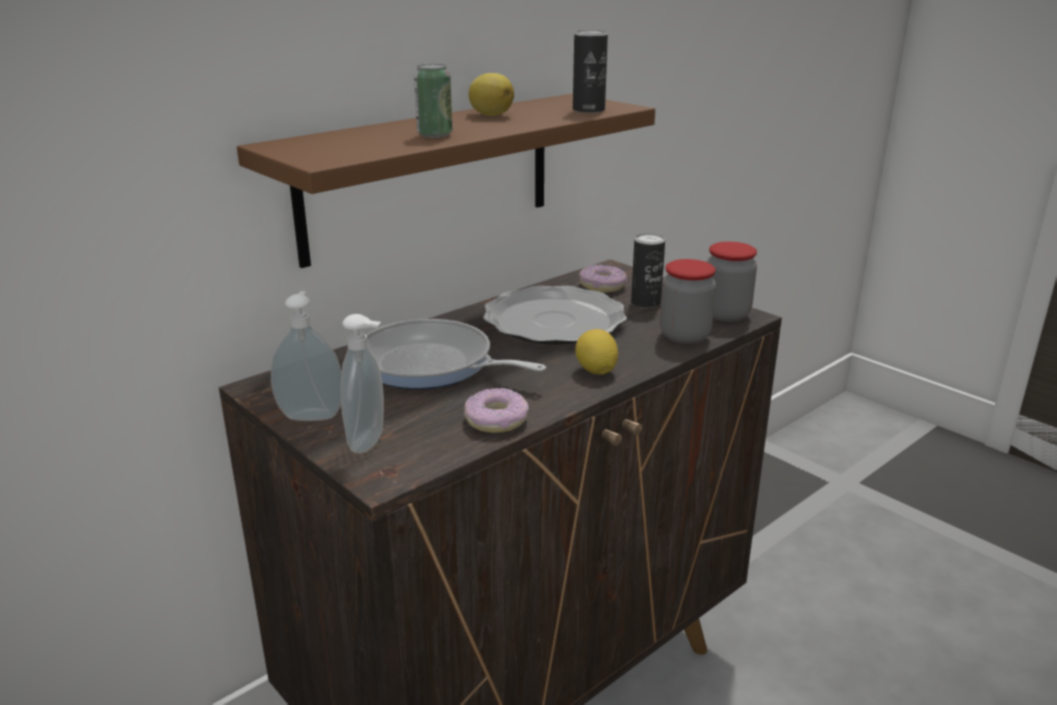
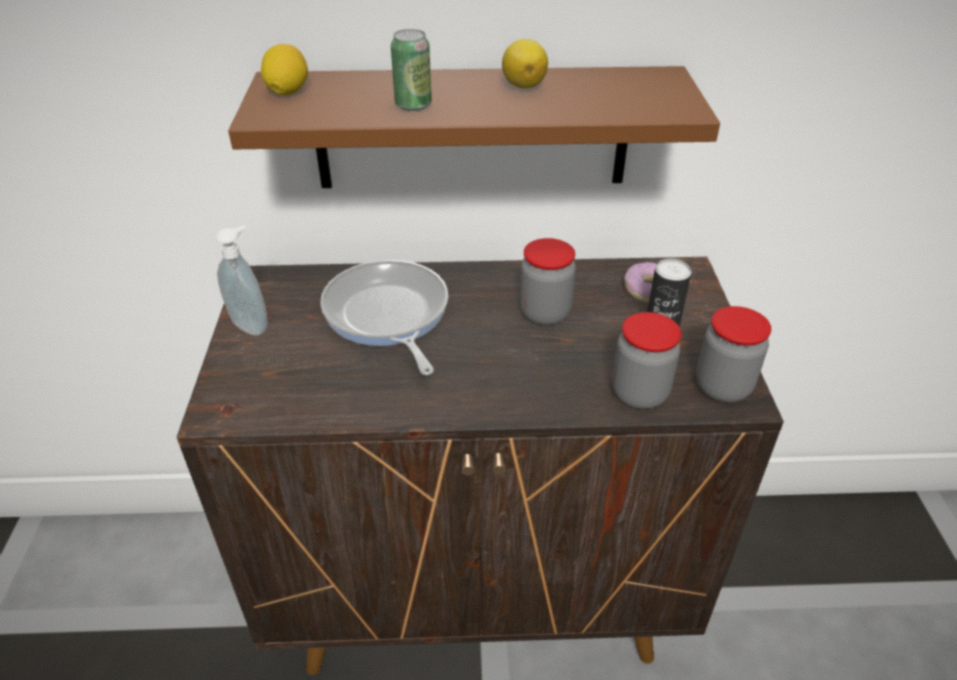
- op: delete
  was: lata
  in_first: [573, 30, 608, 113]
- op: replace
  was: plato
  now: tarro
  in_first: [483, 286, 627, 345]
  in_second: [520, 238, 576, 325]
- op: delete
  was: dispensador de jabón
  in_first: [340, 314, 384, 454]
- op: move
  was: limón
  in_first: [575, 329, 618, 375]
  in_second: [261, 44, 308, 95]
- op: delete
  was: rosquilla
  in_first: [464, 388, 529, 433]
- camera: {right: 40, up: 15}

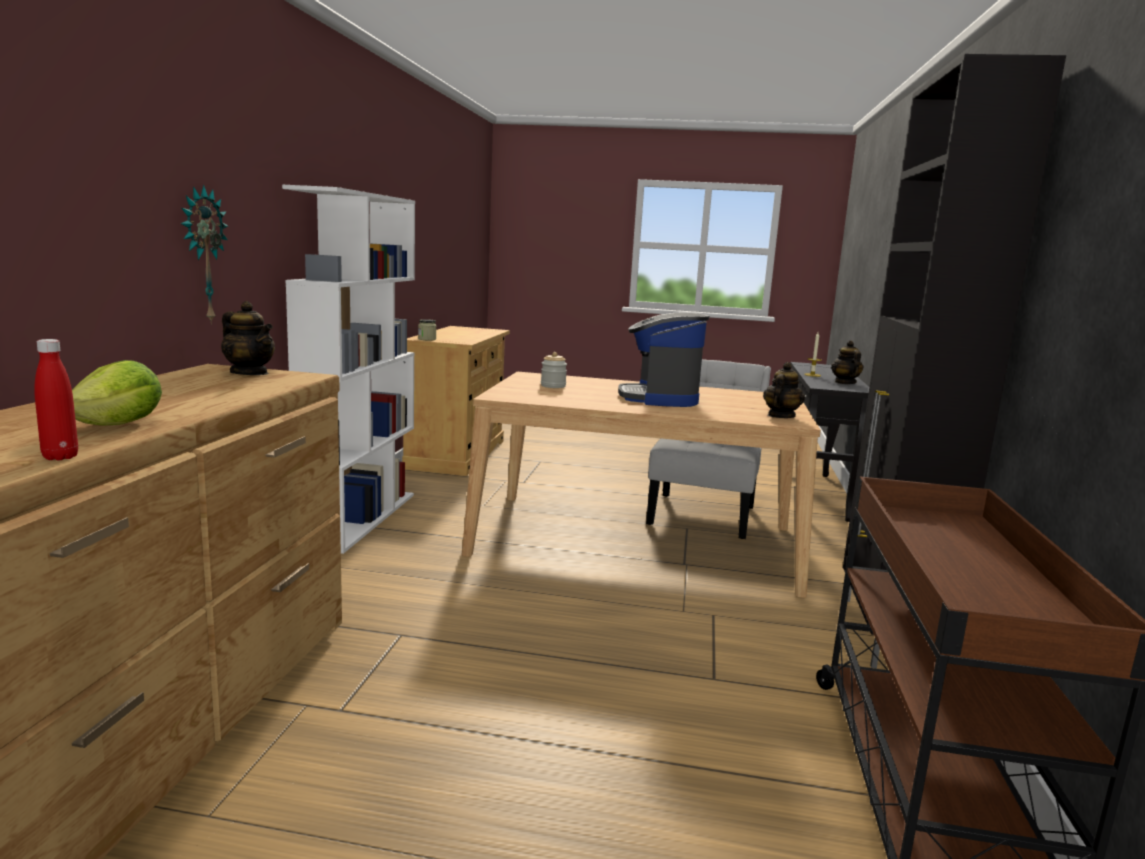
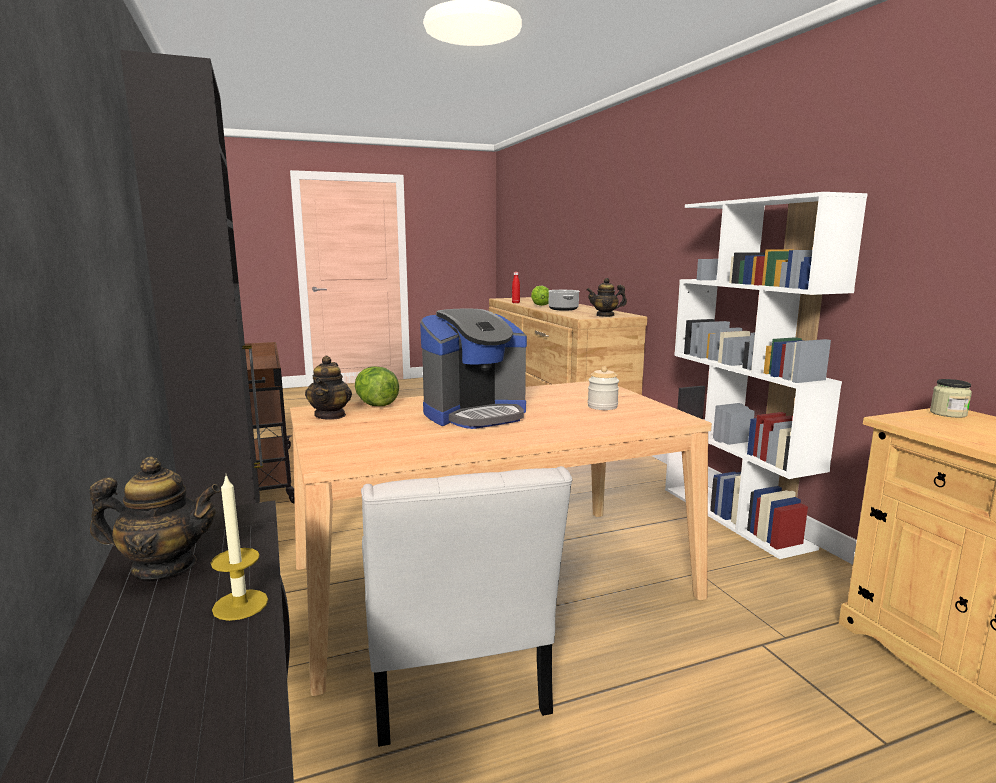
- op: delete
  was: reloj de pared
  in_first: [180, 185, 228, 324]
- op: rotate
  was: cafetera
  in_first: [618, 312, 709, 407]
  in_second: [420, 309, 527, 429]
  clockwise: 90
- op: rotate
  was: tetera
  in_first: [831, 340, 864, 384]
  in_second: [90, 457, 221, 579]
  clockwise: -60
- op: insert
  now: olla
  in_second: [548, 290, 580, 311]
- op: insert
  now: lechuga
  in_second: [355, 366, 399, 406]
- camera: {right: 150, up: 0}

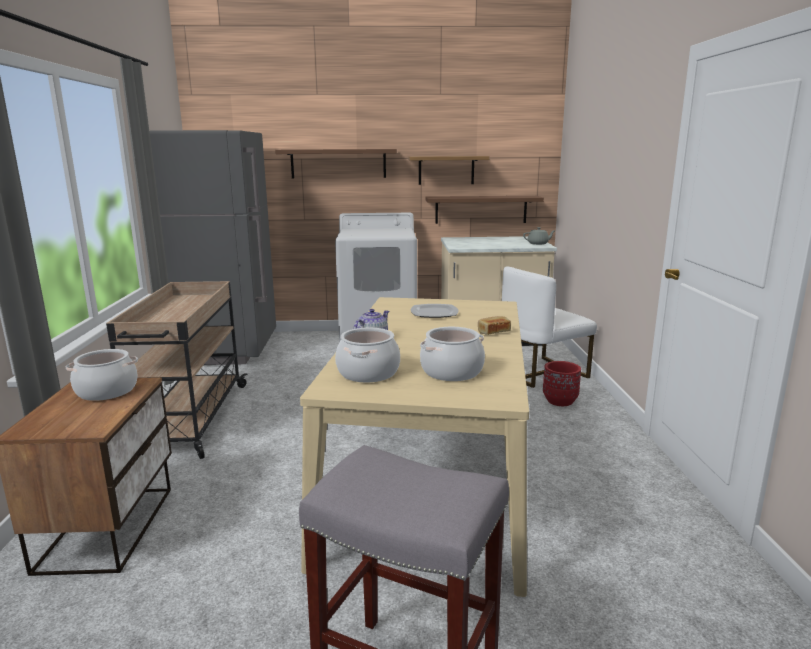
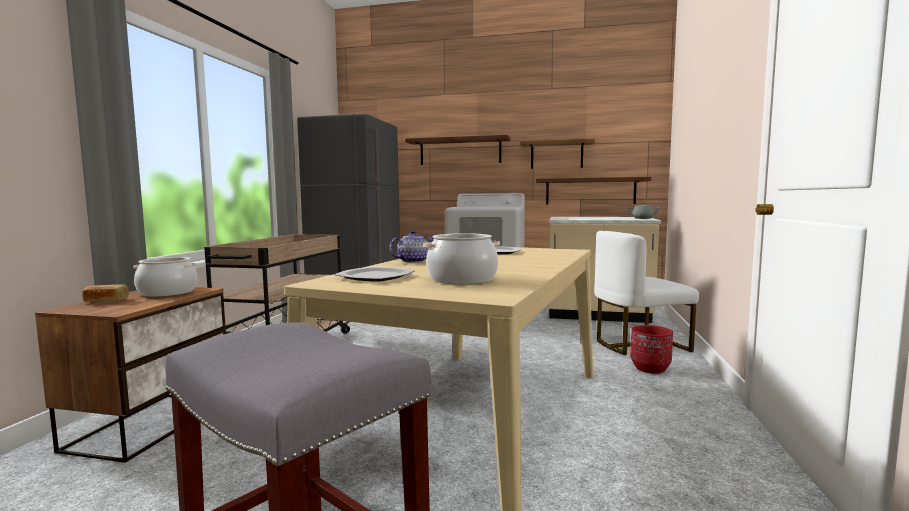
- op: move
  was: pan
  in_first: [478, 316, 511, 335]
  in_second: [82, 284, 129, 302]
- op: replace
  was: olla
  now: plato
  in_first: [335, 328, 400, 382]
  in_second: [334, 267, 415, 282]
- camera: {right: 15, up: -10}

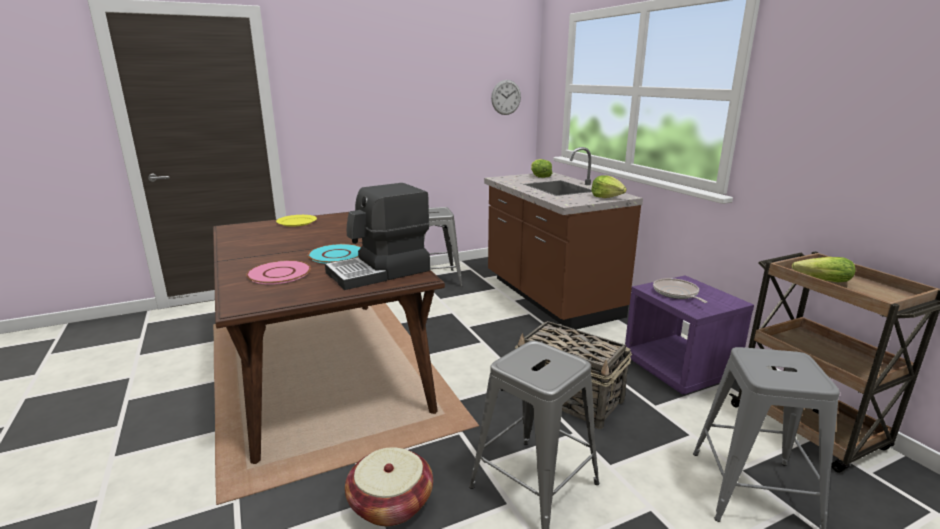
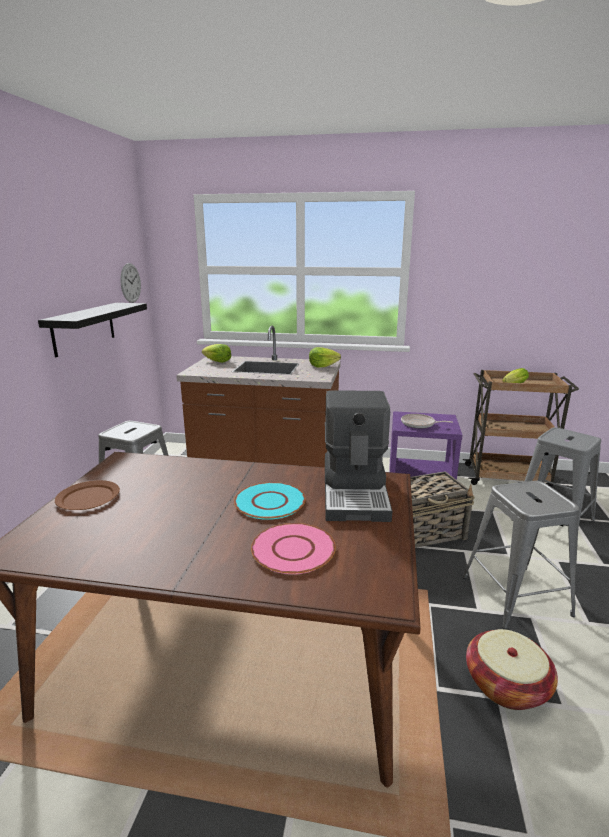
- op: recolor
  was: plato/amarillo
  now: plato/marrón
  in_first: [276, 215, 317, 227]
  in_second: [55, 480, 120, 510]
- op: insert
  now: estante/negro
  in_second: [38, 303, 147, 357]
- camera: {right: -55, up: 0}

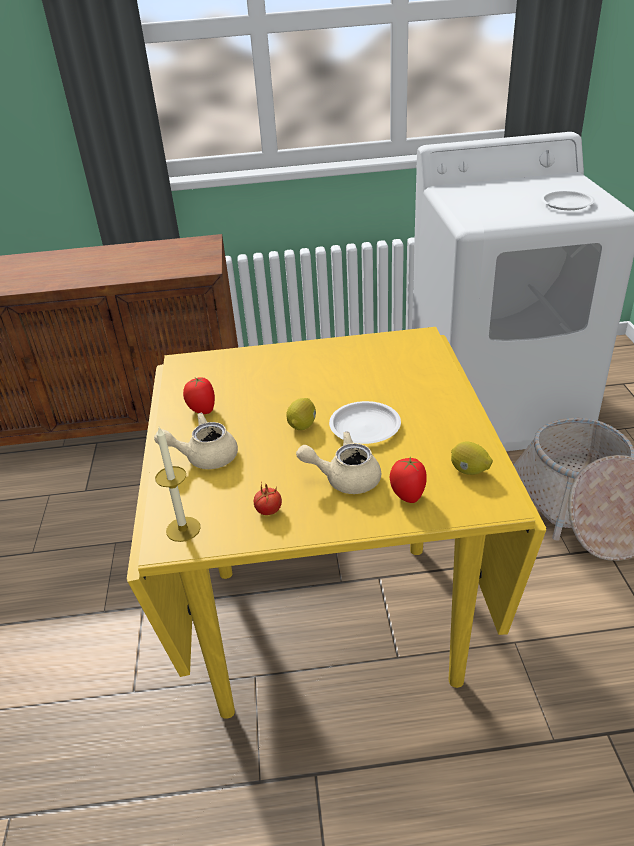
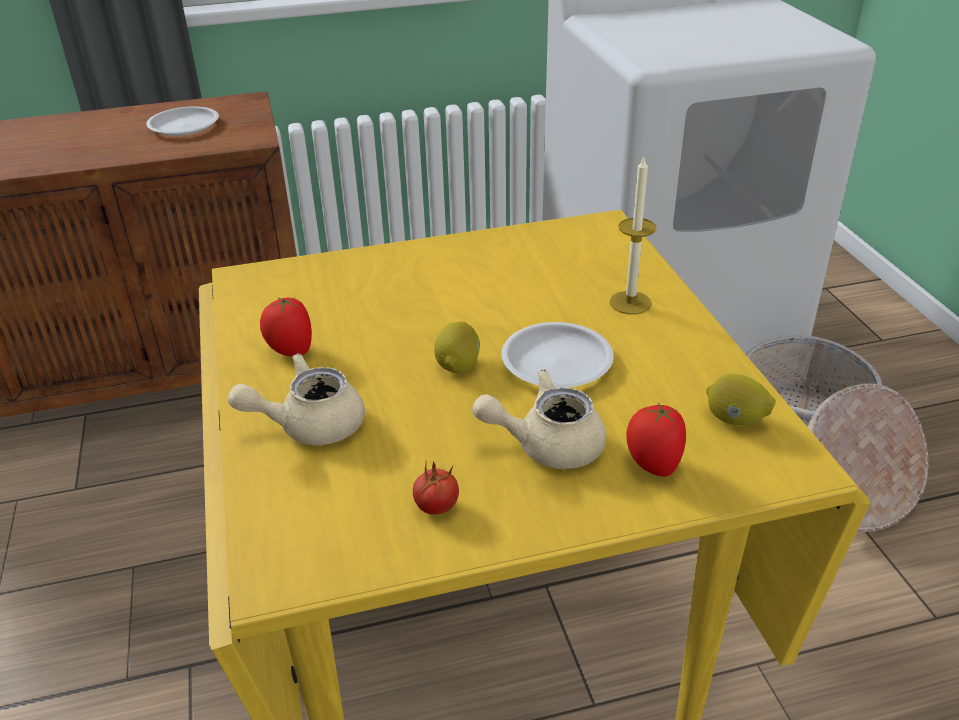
- op: move
  was: plato/blanco
  in_first: [541, 191, 595, 210]
  in_second: [146, 106, 219, 136]
- op: move
  was: vela
  in_first: [155, 427, 201, 542]
  in_second: [609, 155, 657, 314]
- camera: {right: -10, up: 0}

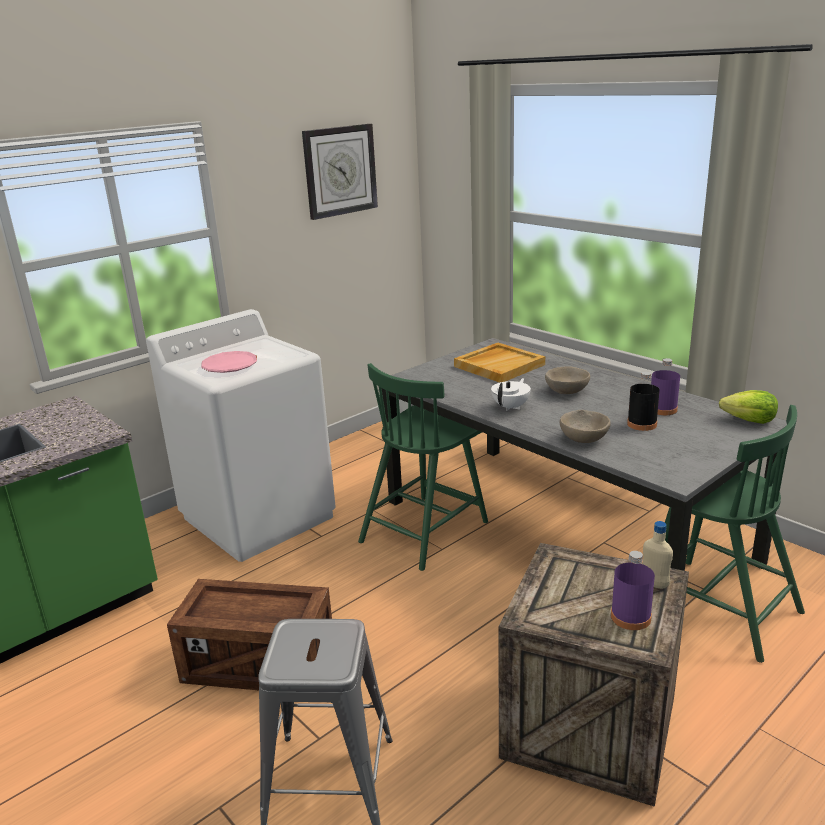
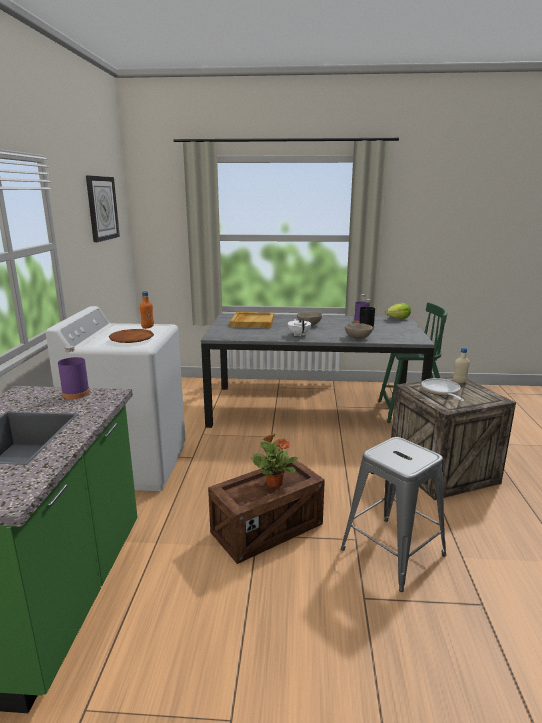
- op: recolor
  was: plato/rosa
  now: plato/marrón
  in_first: [201, 351, 257, 373]
  in_second: [109, 329, 154, 343]
- op: delete
  was: silla/verde
  in_first: [358, 363, 488, 571]
- op: move
  was: botella/morado
  in_first: [611, 551, 655, 630]
  in_second: [58, 346, 90, 399]
- op: insert
  now: botella/naranja
  in_second: [140, 291, 154, 329]
- op: insert
  now: sartén
  in_second: [422, 378, 465, 402]
- op: insert
  now: planta en maceta
  in_second: [251, 434, 298, 488]
- camera: {right: -45, up: -5}

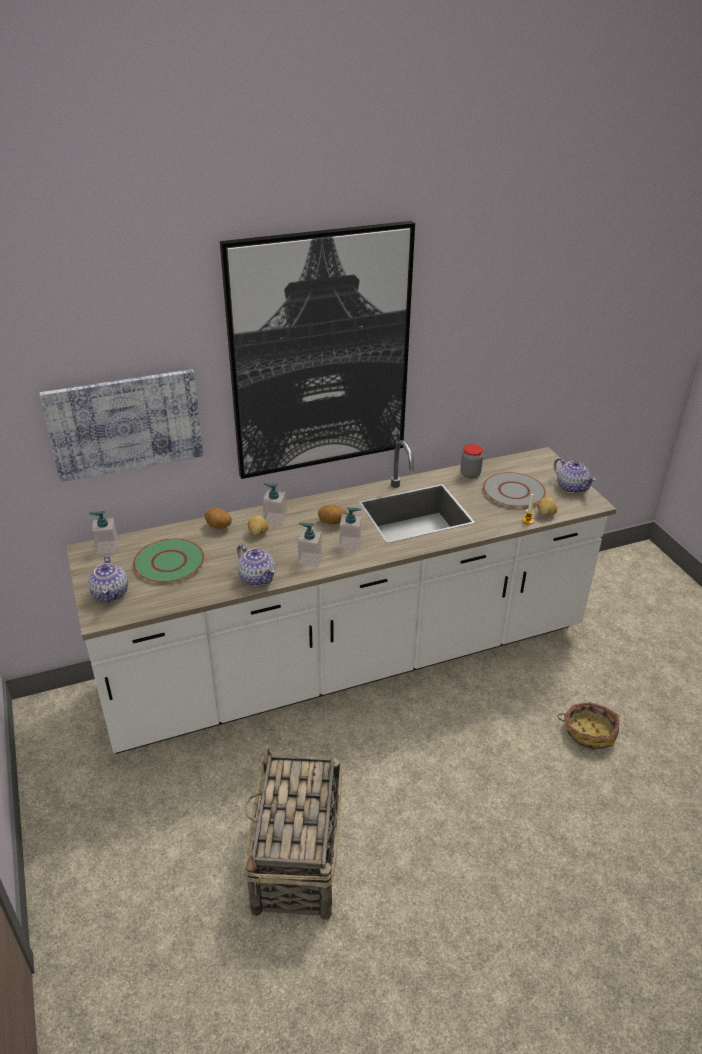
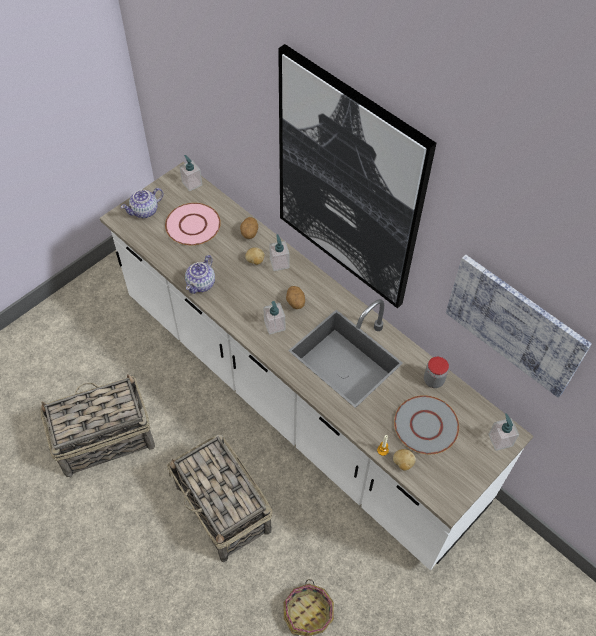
- op: move
  was: cuadro
  in_first: [39, 369, 203, 482]
  in_second: [446, 255, 592, 398]
- op: delete
  was: tetera
  in_first: [554, 458, 596, 493]
- op: move
  was: dispensador de jabón
  in_first: [298, 523, 322, 567]
  in_second: [488, 413, 519, 451]
- op: recolor
  was: plato/verde
  now: plato/rosa
  in_first: [133, 538, 204, 583]
  in_second: [165, 203, 221, 245]
- op: insert
  now: cesta
  in_second: [167, 434, 272, 562]
- camera: {right: 65, up: 20}

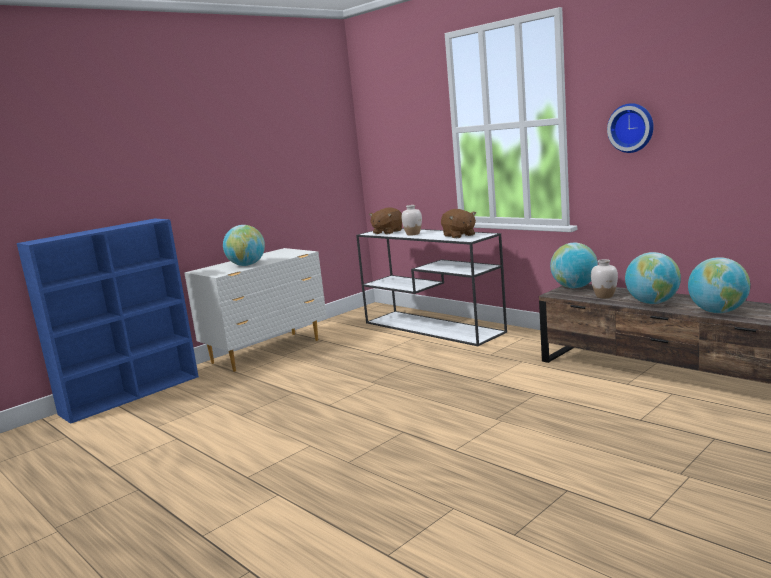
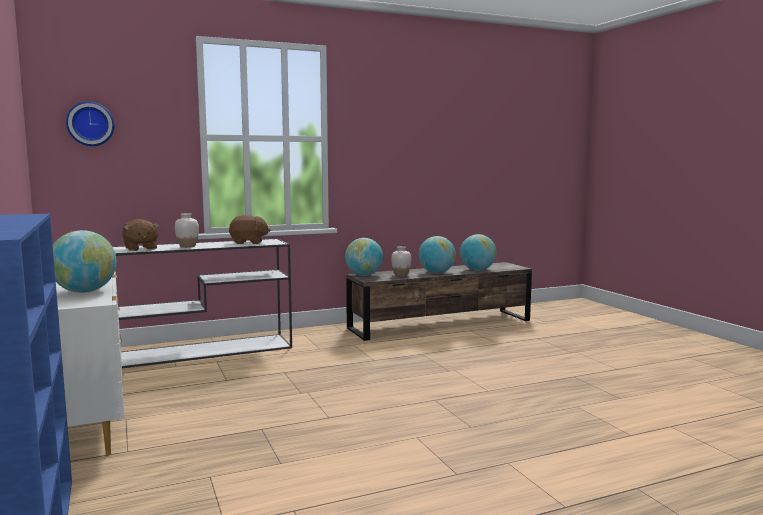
- op: move
  was: reloj de pared
  in_first: [607, 103, 654, 153]
  in_second: [66, 101, 114, 146]
- camera: {right: -70, up: -5}

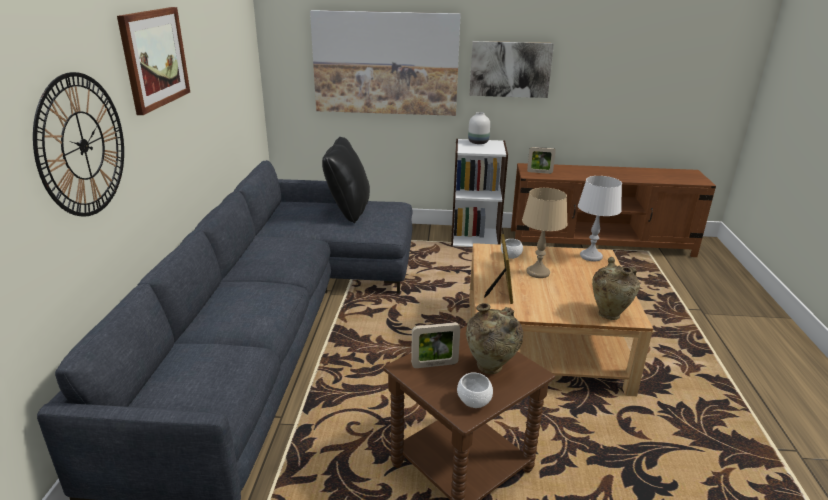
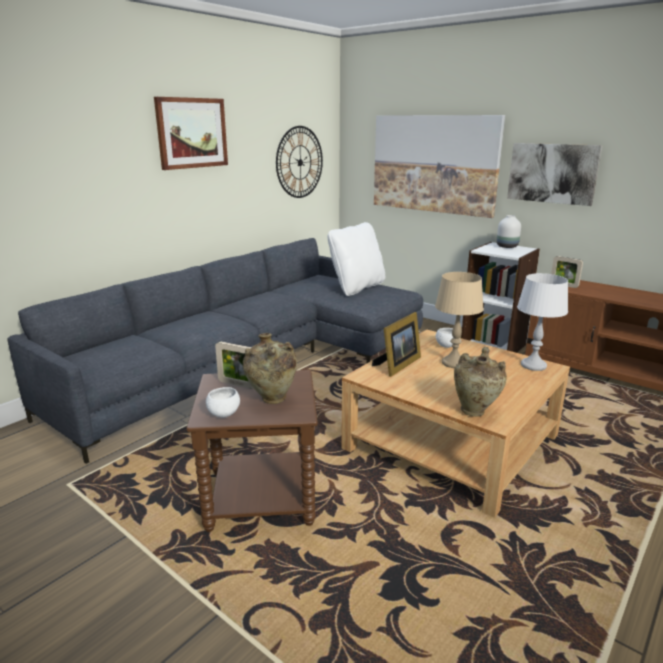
- op: move
  was: reloj de pared
  in_first: [33, 72, 124, 217]
  in_second: [276, 126, 323, 198]
- op: recolor
  was: cojín/negro
  now: cojín/blanco
  in_first: [322, 137, 370, 223]
  in_second: [328, 222, 385, 296]
- camera: {right: 35, up: -5}

